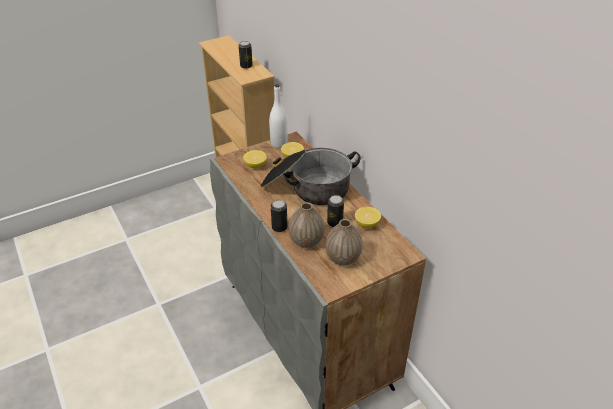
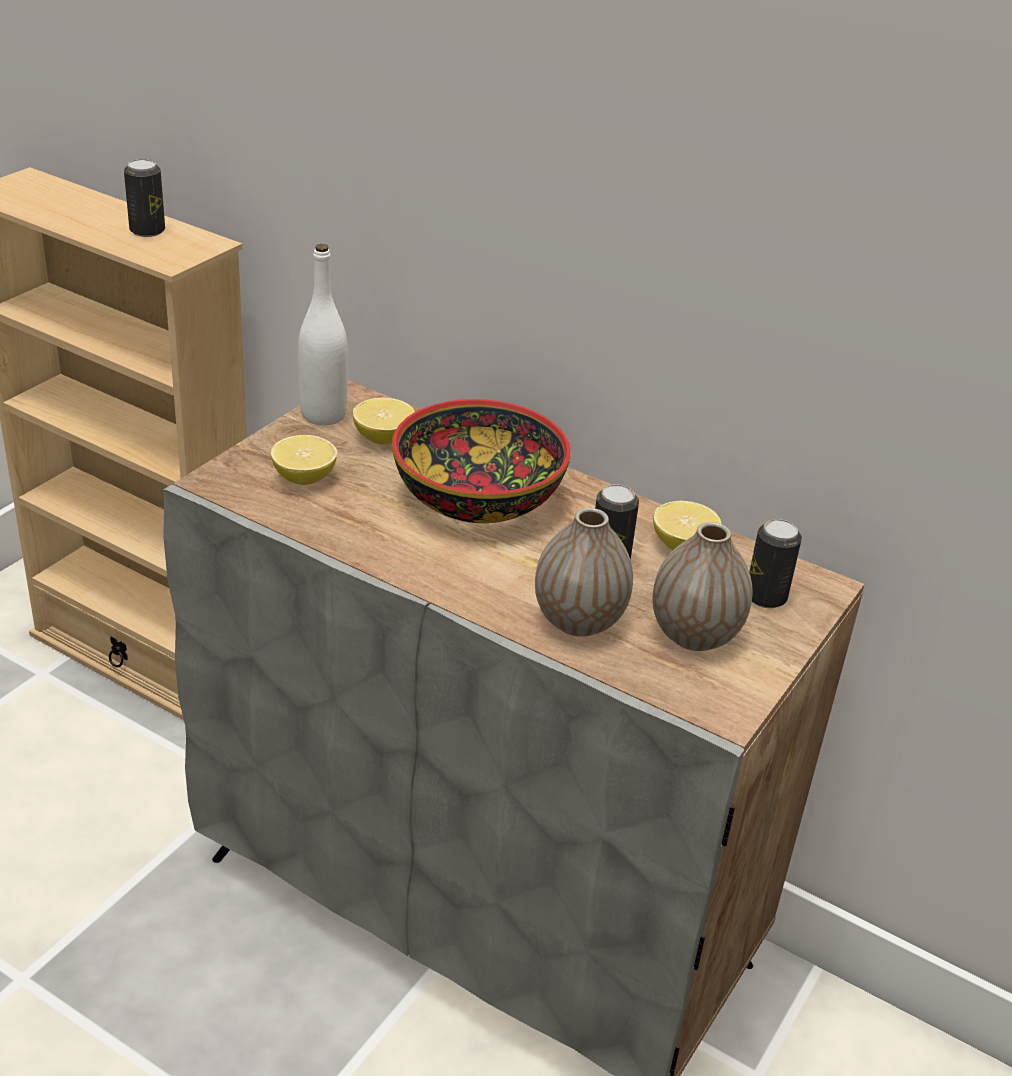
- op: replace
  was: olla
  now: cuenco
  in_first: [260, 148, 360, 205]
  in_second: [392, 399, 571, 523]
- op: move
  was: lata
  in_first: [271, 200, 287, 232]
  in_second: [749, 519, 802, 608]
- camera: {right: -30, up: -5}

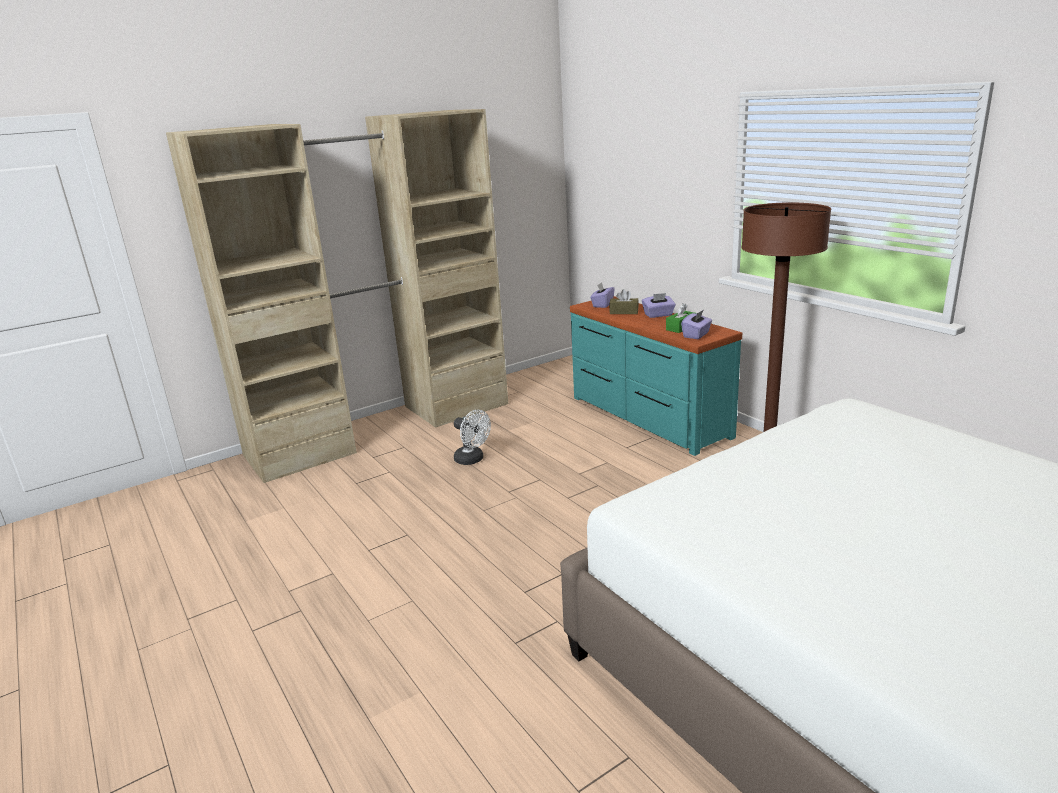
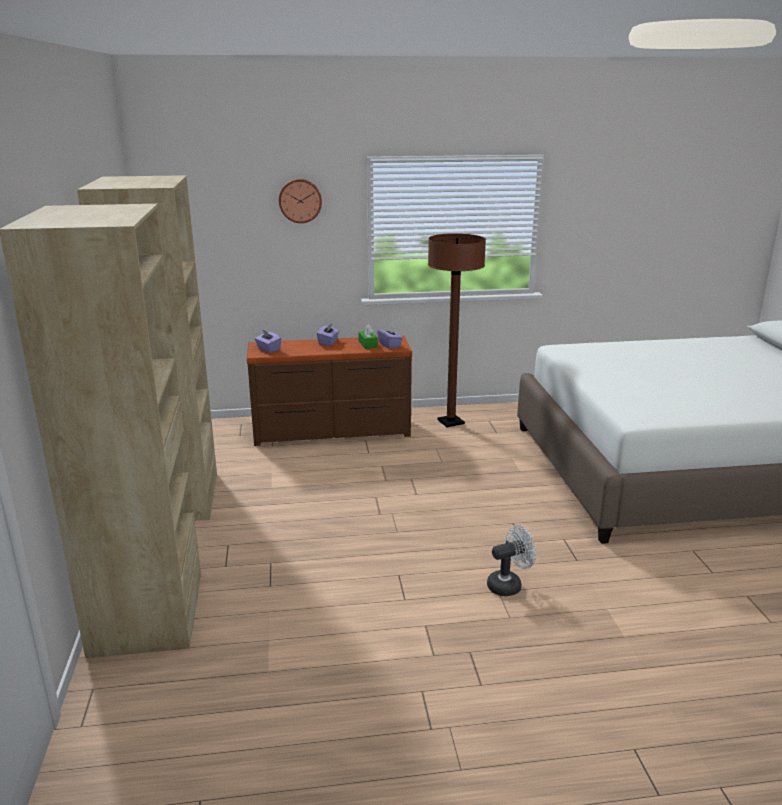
- op: delete
  was: caja de pañuelos/marrón
  in_first: [609, 289, 639, 314]
- op: recolor
  was: cómoda/turquesa
  now: cómoda/marrón
  in_first: [570, 296, 742, 456]
  in_second: [247, 336, 412, 446]
- op: move
  was: ventilador/blanco
  in_first: [454, 410, 491, 465]
  in_second: [487, 525, 536, 596]
- op: insert
  now: reloj de pared
  in_second: [279, 179, 322, 223]
- camera: {right: -65, up: 0}

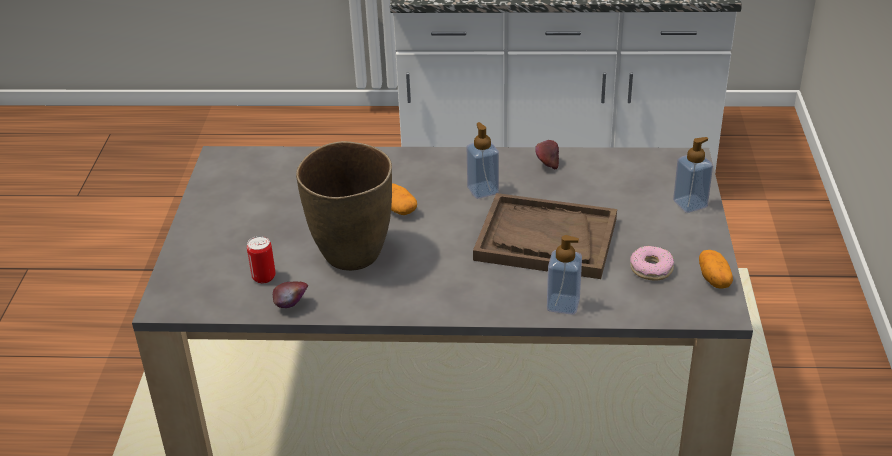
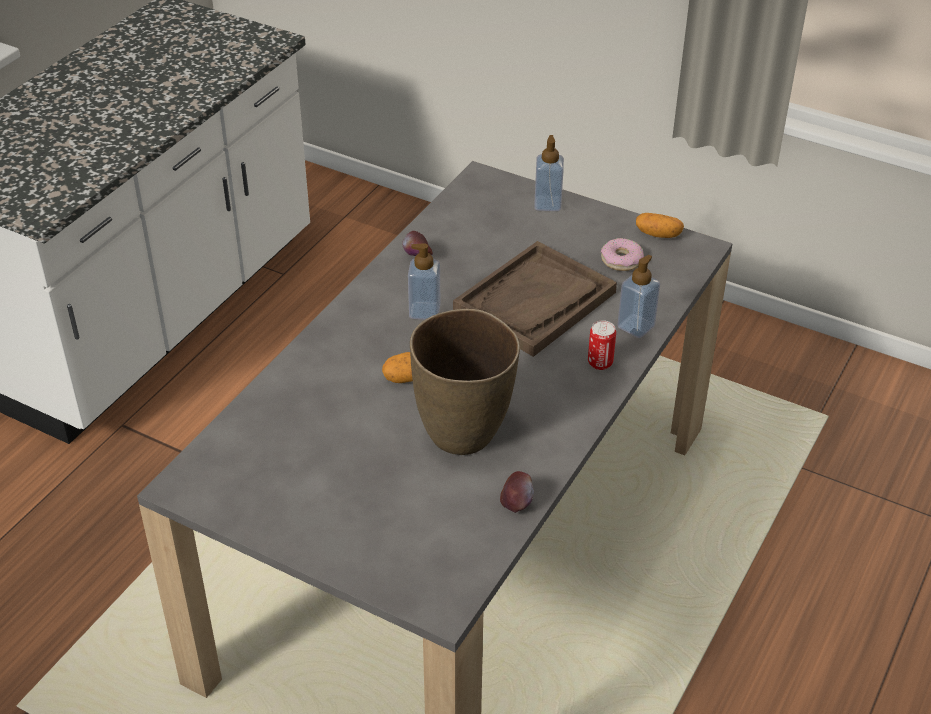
- op: move
  was: lata
  in_first: [247, 236, 276, 283]
  in_second: [588, 320, 616, 370]
- camera: {right: -65, up: 5}

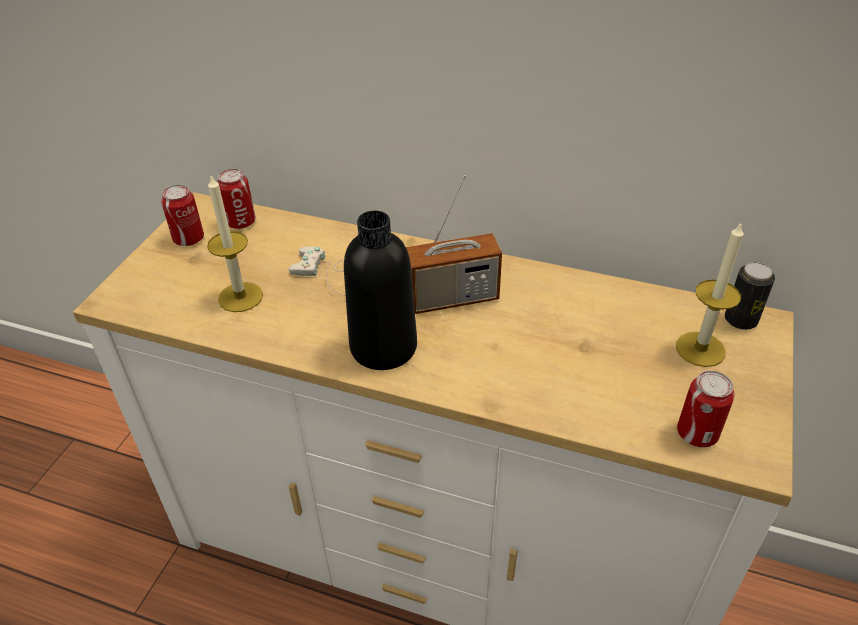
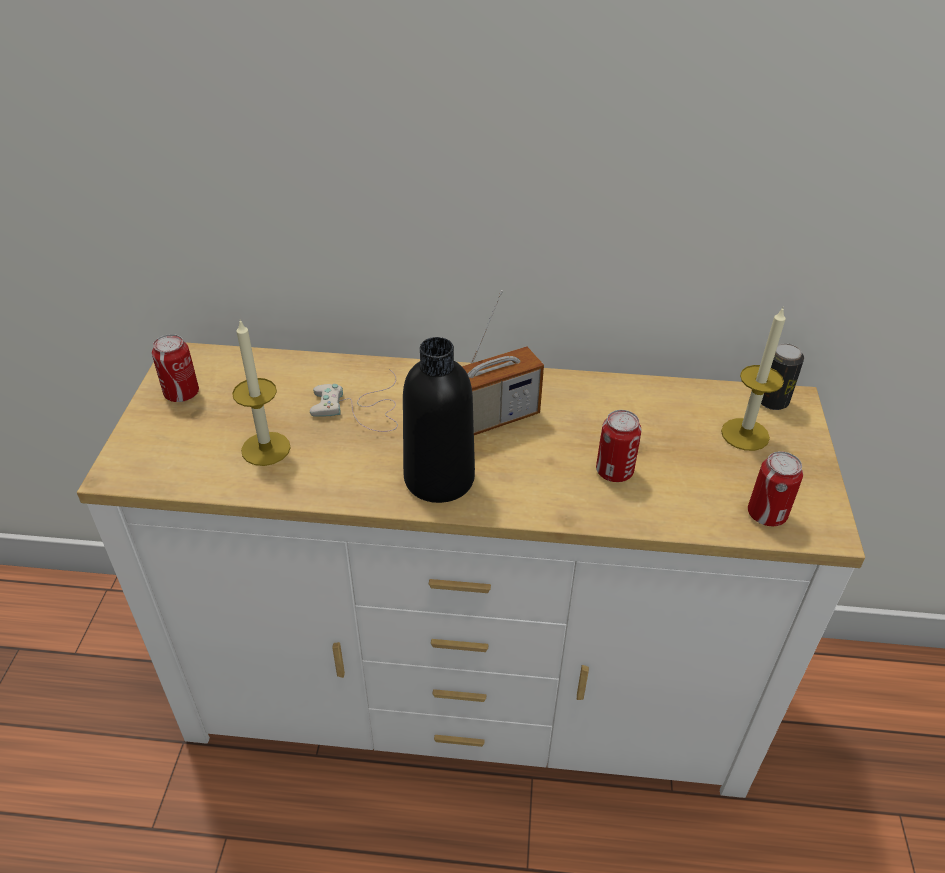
- op: move
  was: lata
  in_first: [217, 168, 256, 229]
  in_second: [596, 410, 642, 482]
- camera: {right: -15, up: 0}

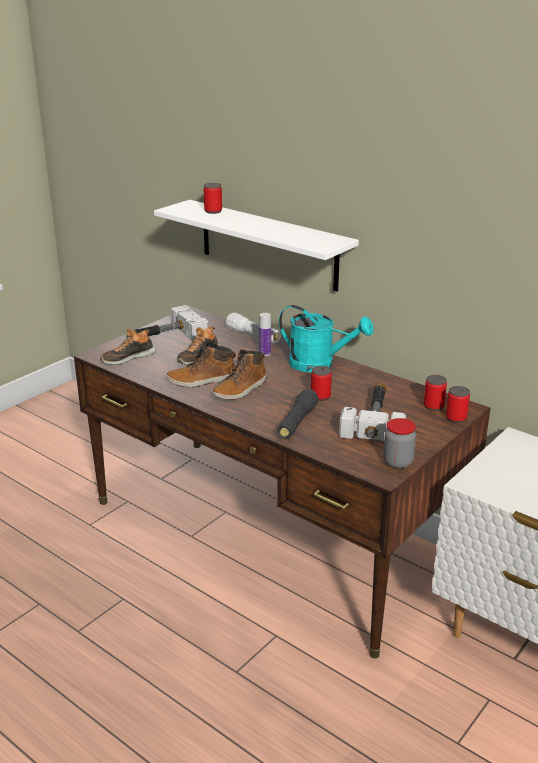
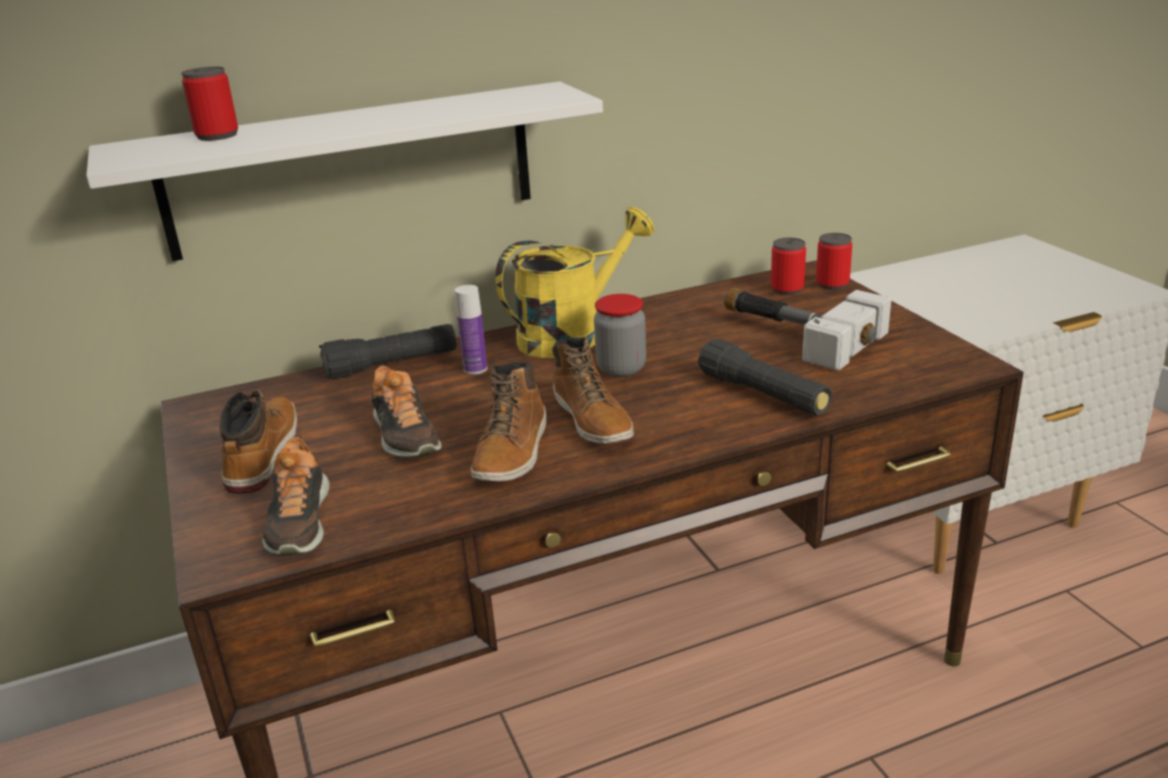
- op: replace
  was: martillo
  now: bota
  in_first: [126, 305, 209, 341]
  in_second: [219, 389, 297, 494]
- op: recolor
  was: regadera/turquesa
  now: regadera/amarillo
  in_first: [279, 305, 374, 372]
  in_second: [495, 207, 654, 358]
- op: recolor
  was: linterna/blanco
  now: linterna/negro
  in_first: [226, 313, 281, 343]
  in_second: [319, 324, 457, 379]
- op: delete
  was: lata
  in_first: [311, 366, 332, 401]
- op: move
  was: tarro
  in_first: [383, 418, 416, 469]
  in_second: [594, 294, 646, 377]
- camera: {right: -60, up: 0}

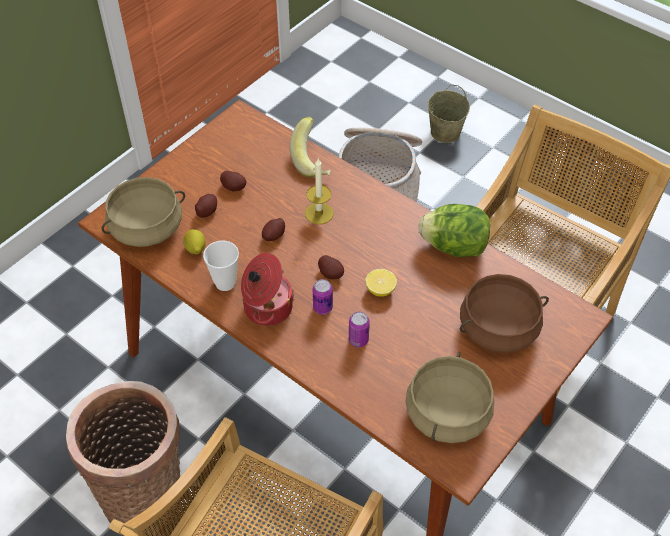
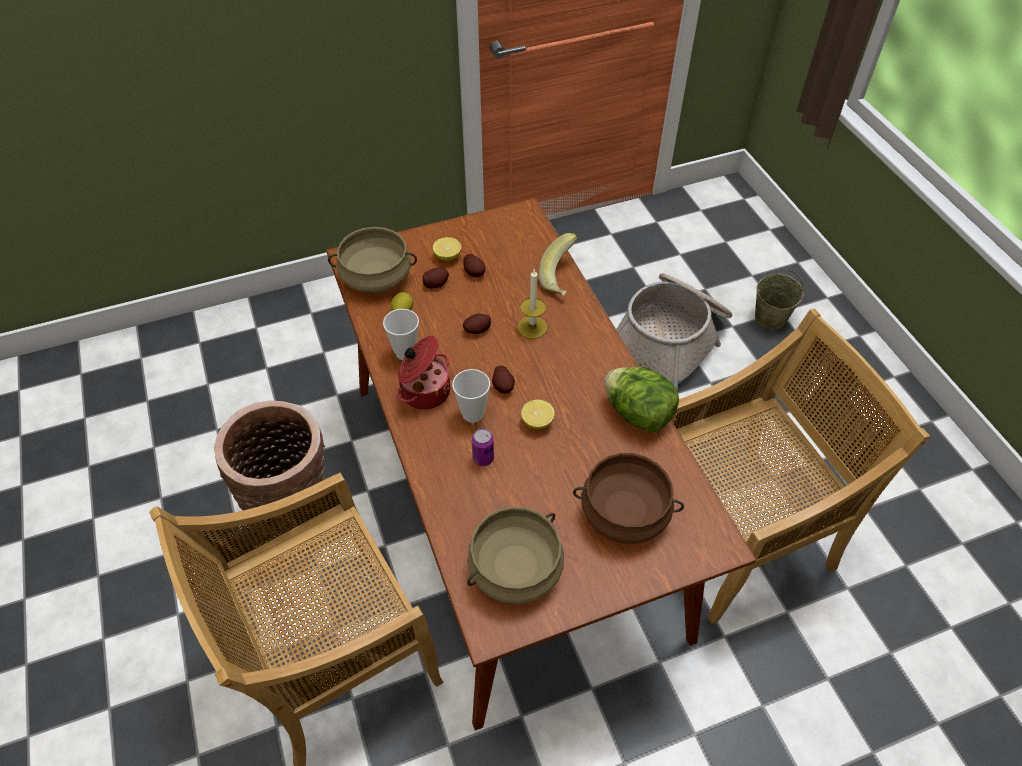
- op: replace
  was: lata
  now: taza
  in_first: [313, 279, 333, 315]
  in_second: [452, 369, 490, 423]
- op: insert
  now: limón
  in_second: [433, 237, 461, 261]
- camera: {right: 30, up: 0}

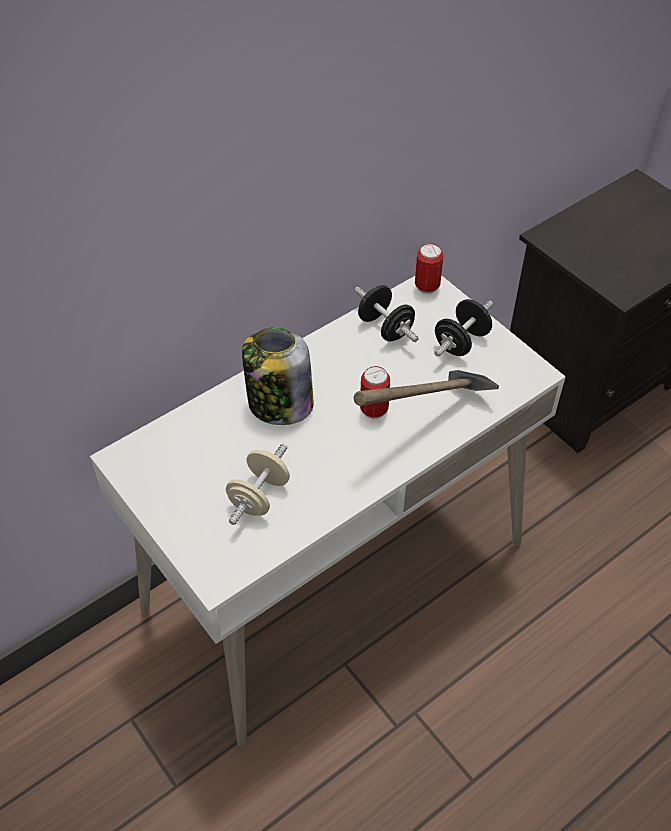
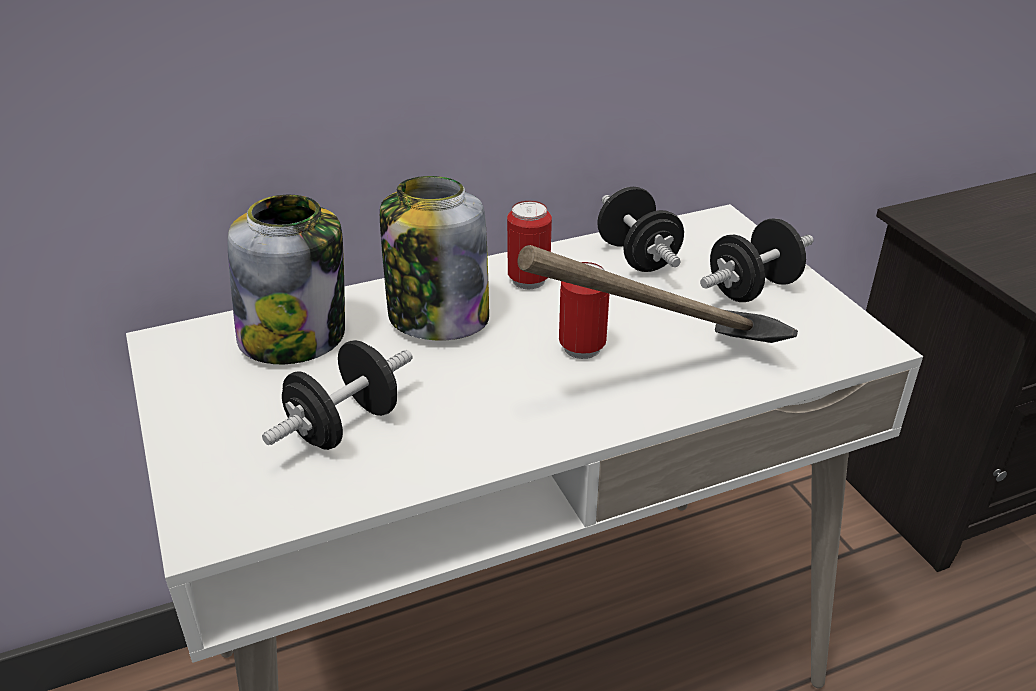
- op: move
  was: lata
  in_first: [415, 243, 444, 294]
  in_second: [507, 201, 552, 289]
- op: recolor
  was: mancuerna/beis
  now: mancuerna/negro
  in_first: [226, 444, 290, 525]
  in_second: [262, 340, 413, 450]
- op: insert
  now: tarro
  in_second: [228, 195, 345, 364]
- camera: {right: 15, up: -15}

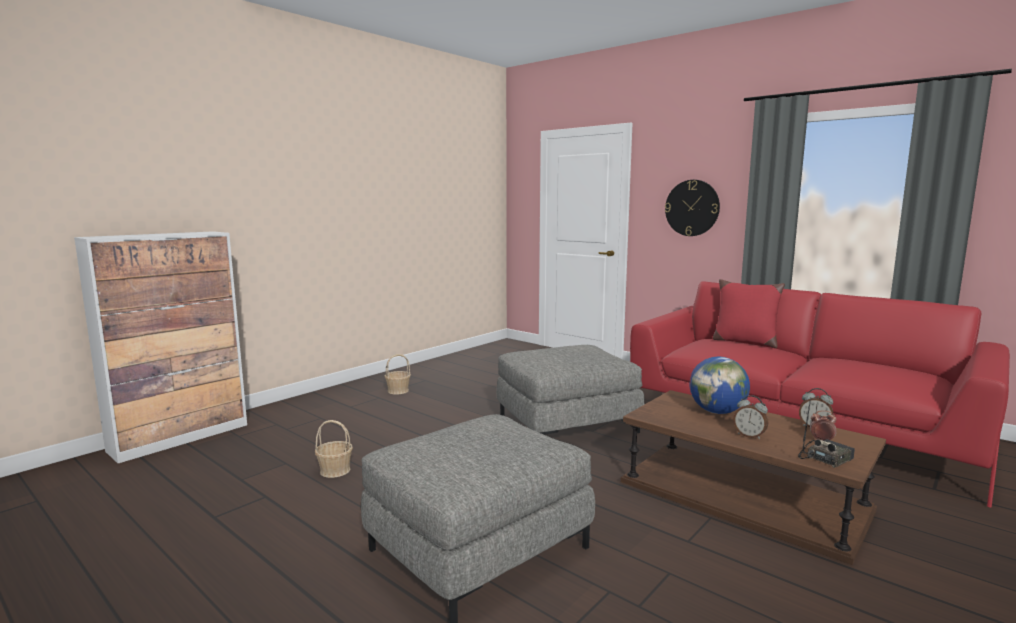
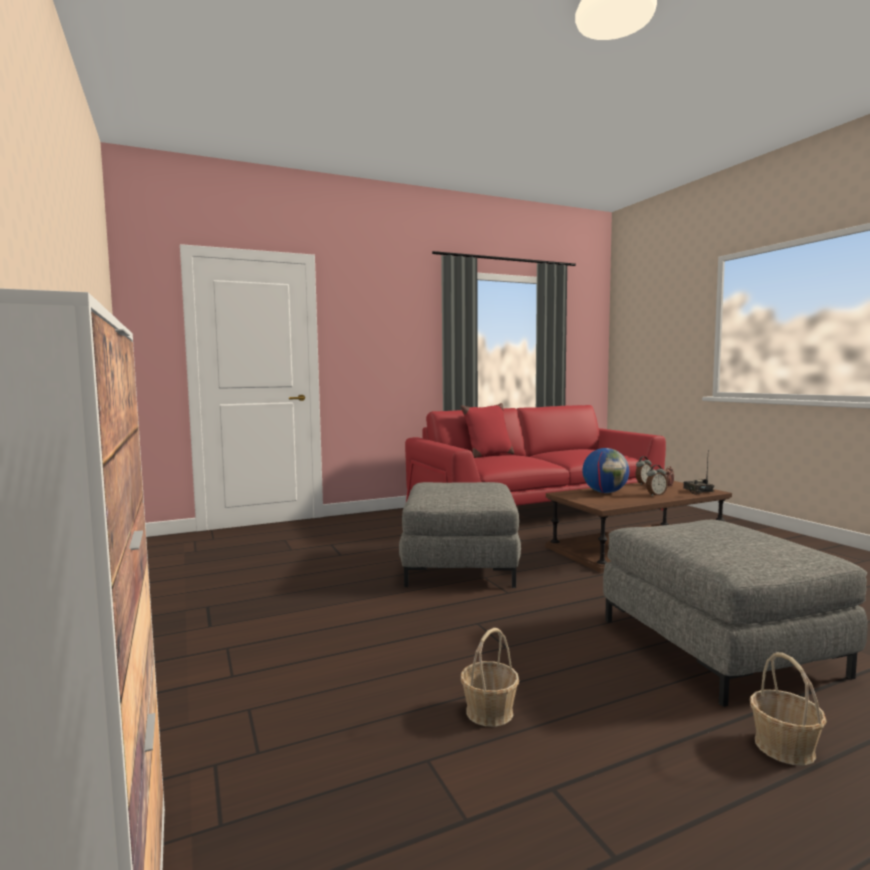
- op: delete
  was: reloj de pared
  in_first: [665, 180, 720, 236]
- op: move
  was: cesta
  in_first: [384, 354, 411, 394]
  in_second: [750, 652, 827, 766]
- camera: {right: -65, up: -5}

